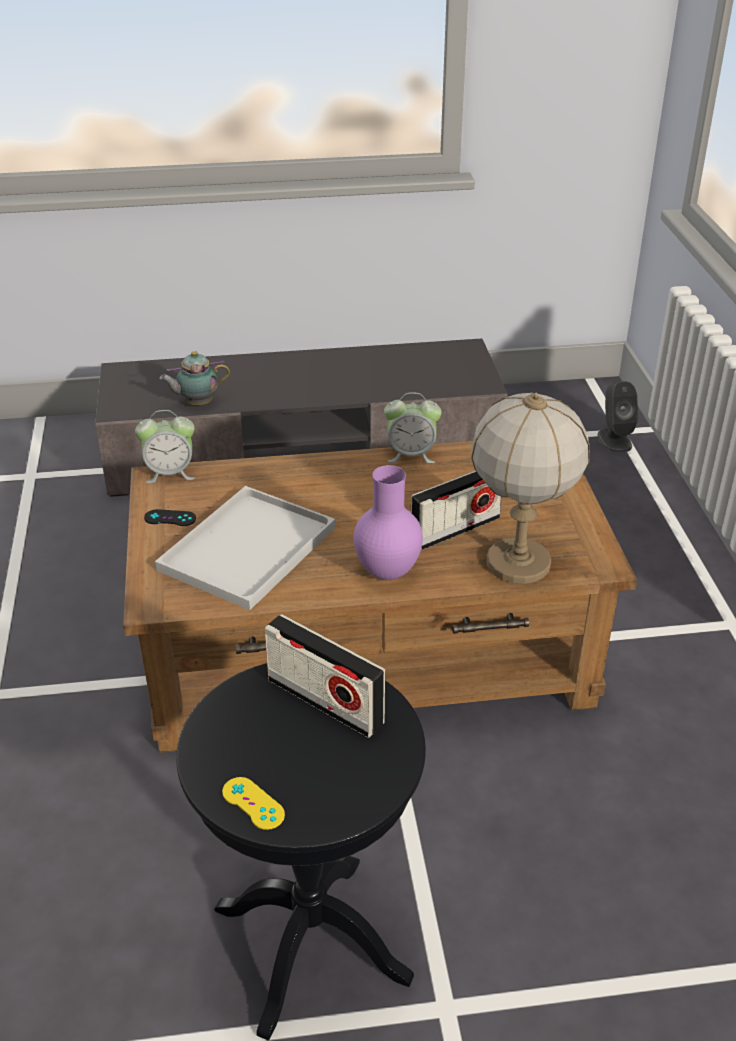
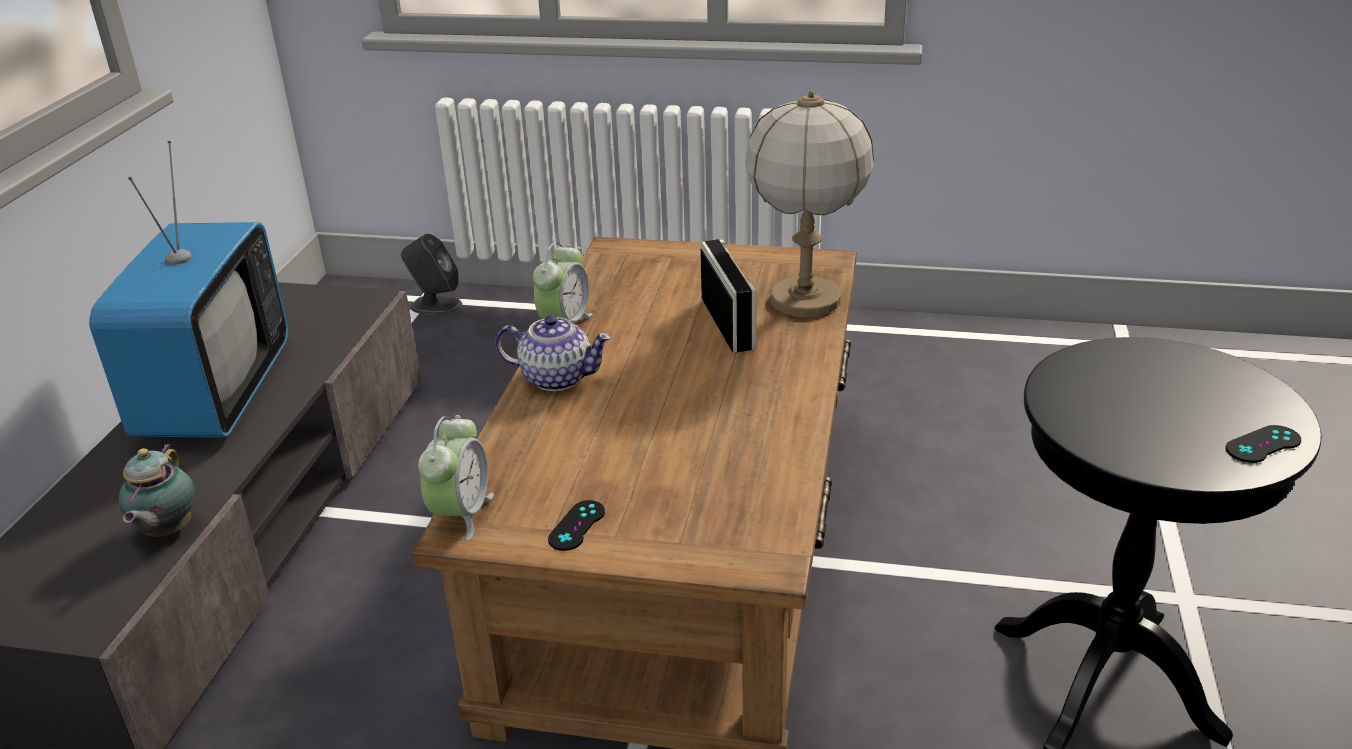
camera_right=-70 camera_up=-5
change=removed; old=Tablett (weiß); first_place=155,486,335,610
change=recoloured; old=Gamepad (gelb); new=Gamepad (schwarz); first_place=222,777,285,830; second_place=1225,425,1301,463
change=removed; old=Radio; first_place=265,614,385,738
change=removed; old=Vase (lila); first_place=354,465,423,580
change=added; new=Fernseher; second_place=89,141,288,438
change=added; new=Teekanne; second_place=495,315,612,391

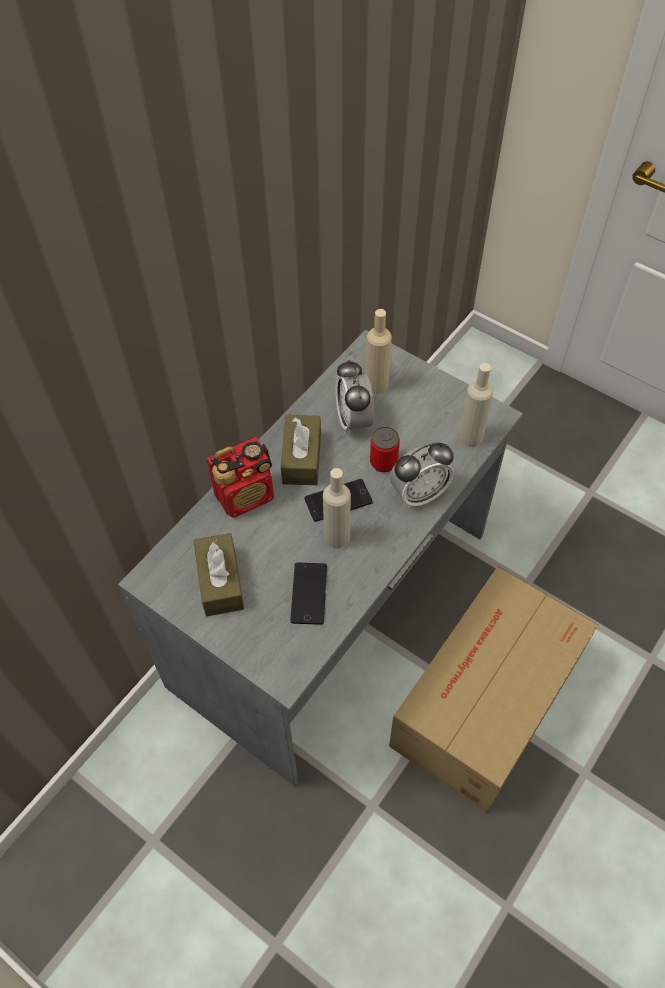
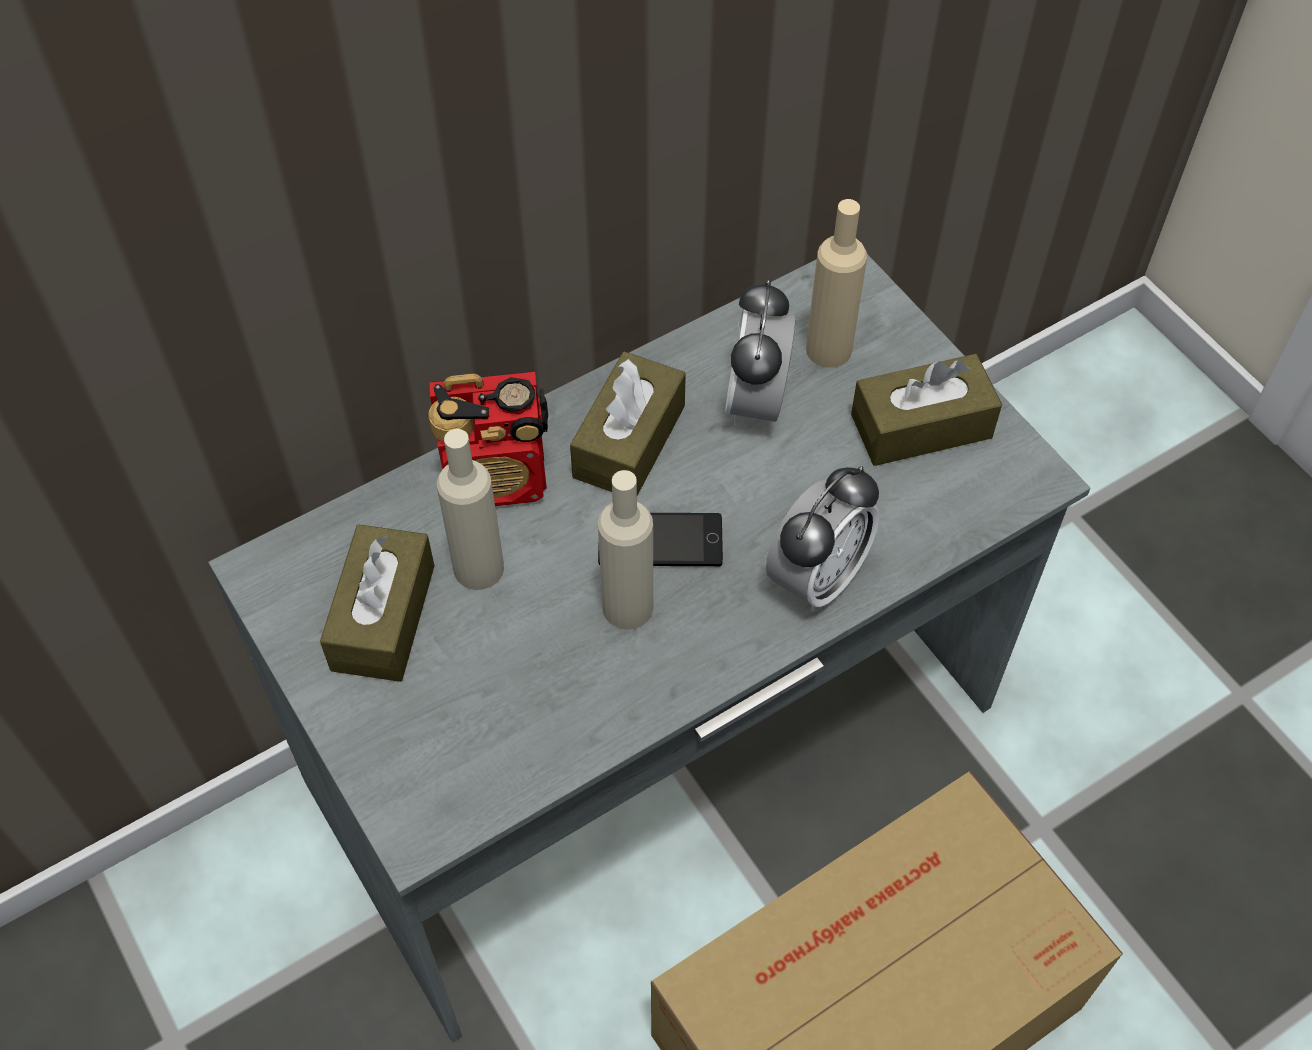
camera_right=20 camera_up=0
change=removed; old=Handy; first_place=290,563,327,625
change=removed; old=Dose; first_place=370,427,400,472
change=turned; old=Wecker; first_place=390,443,454,508; second_place=766,466,879,612; degrees=-45
change=moved; old=Flasche (beige); first_place=459,363,493,447; second_place=437,429,504,590
change=added; new=Taschentuchbox (braun); second_place=851,354,1002,466

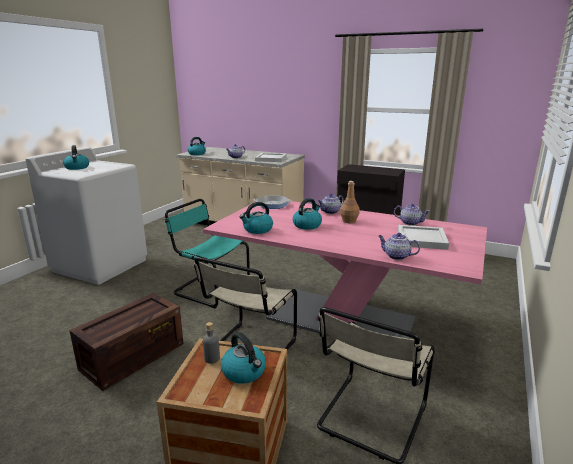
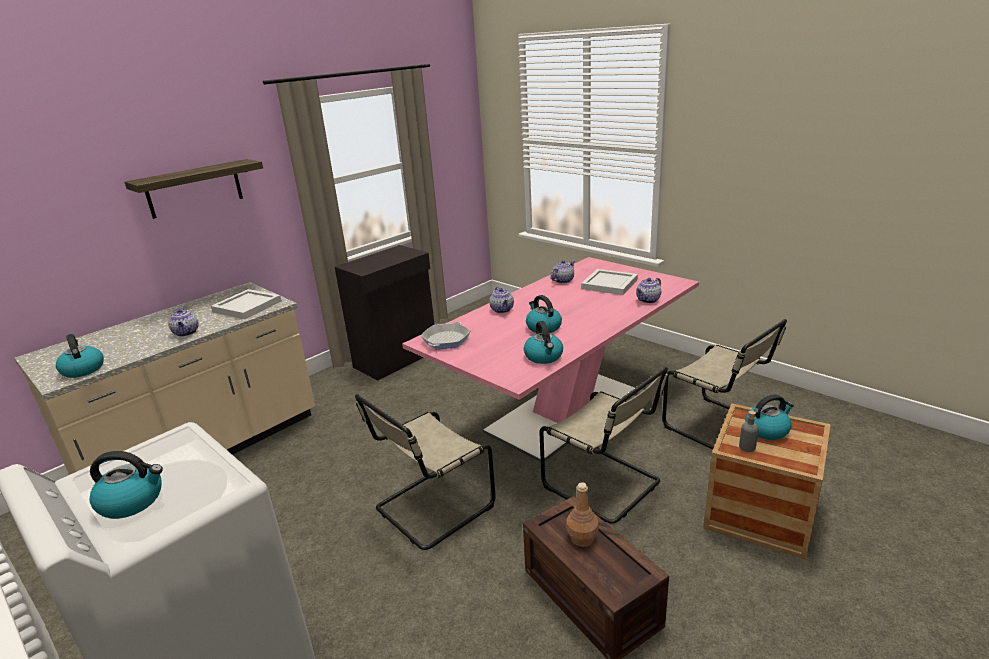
camera_right=-70 camera_up=5
change=recoloured; old=Stuhl (türkis); new=Stuhl (beige); first_place=165,199,250,308; second_place=355,394,496,550
change=moved; old=Flasche (braun); first_place=340,181,359,223; second_place=566,482,599,547
change=added; new=Wandregal; second_place=124,159,263,219

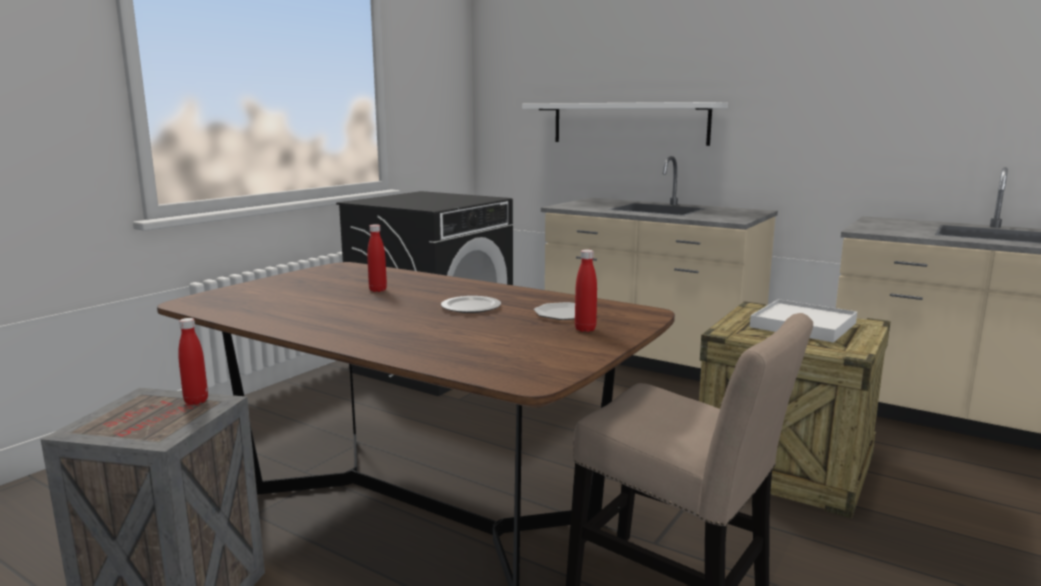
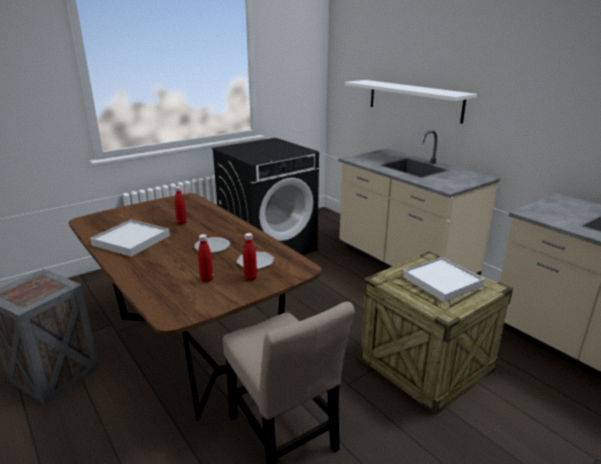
camera_right=20 camera_up=10
change=moved; old=Flasche (rot); first_place=178,318,208,405; second_place=198,234,213,282
change=added; new=Tablett (weiß); second_place=90,220,170,257

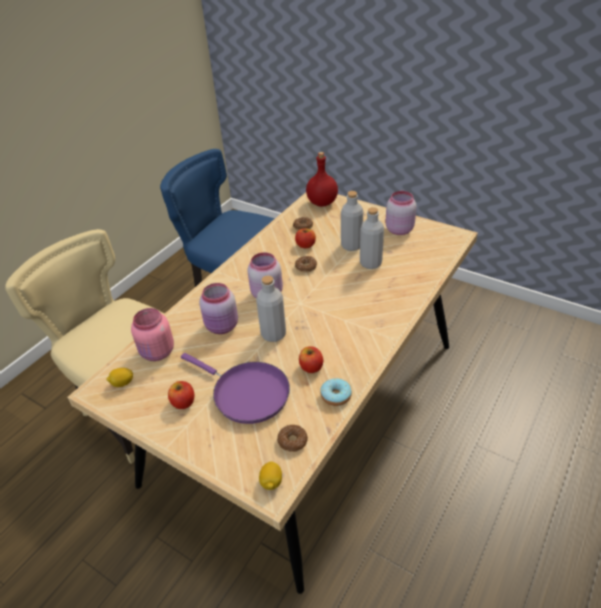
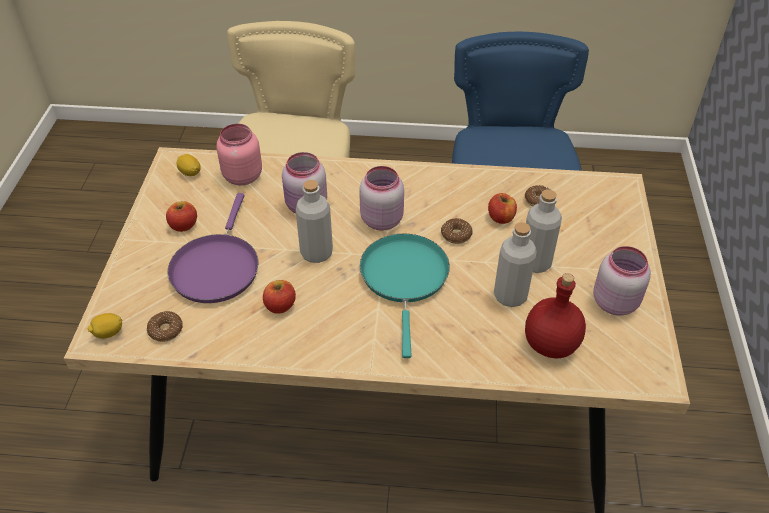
camera_right=60 camera_up=5
change=moved; old=Flasche (rot); first_place=306,152,338,207; second_place=525,273,586,358
change=removed; old=Donut; first_place=320,378,352,406
change=added; new=Pfanne (türkis); second_place=360,234,450,358

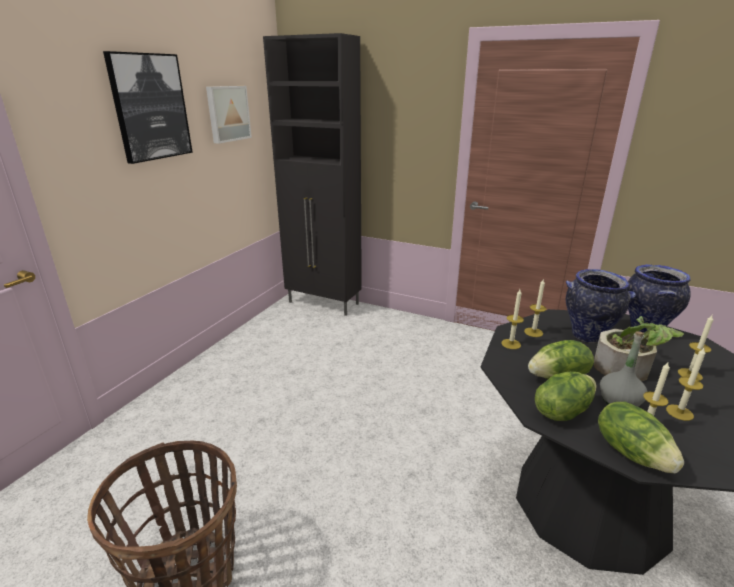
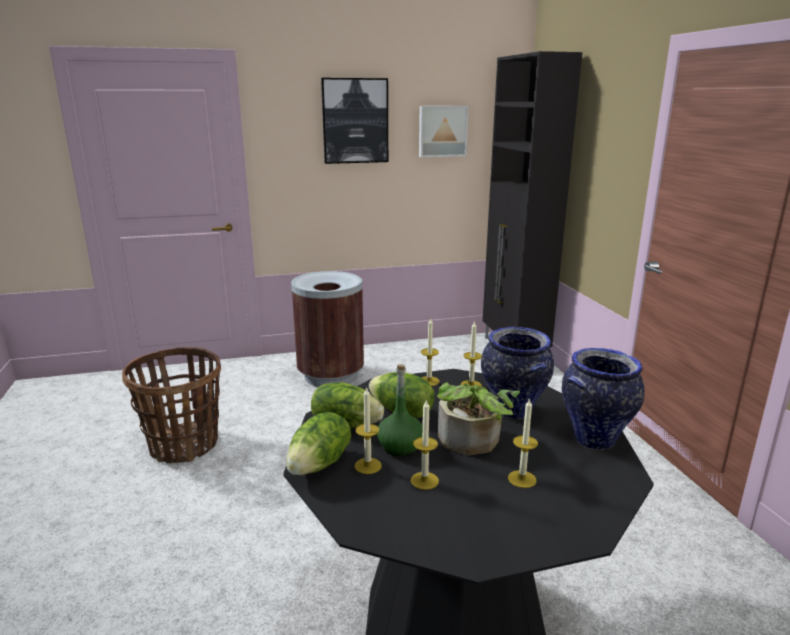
camera_right=50 camera_up=-5
change=recoloured; old=Flasche (grau); new=Flasche (grün); first_place=600,331,647,407; second_place=377,364,423,457
change=added; new=Mülleimer (braun); second_place=291,271,364,387

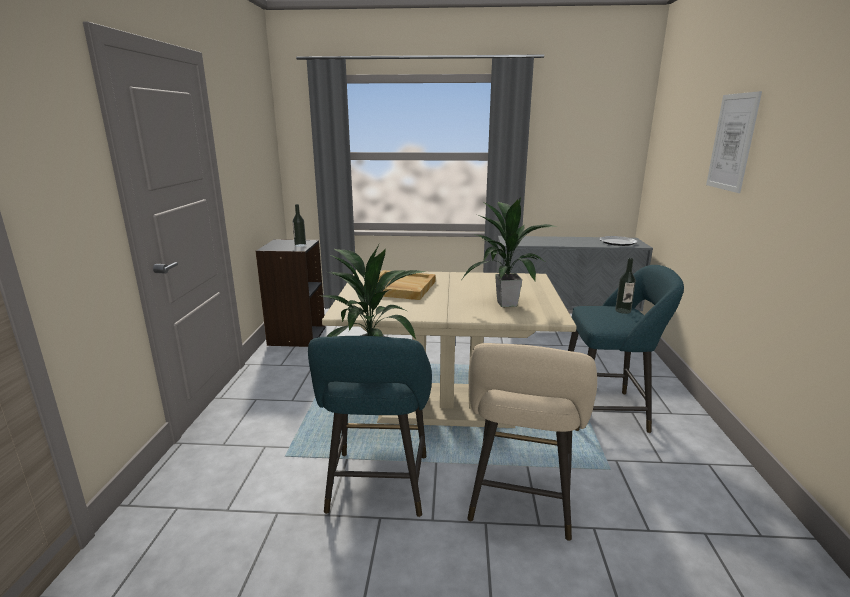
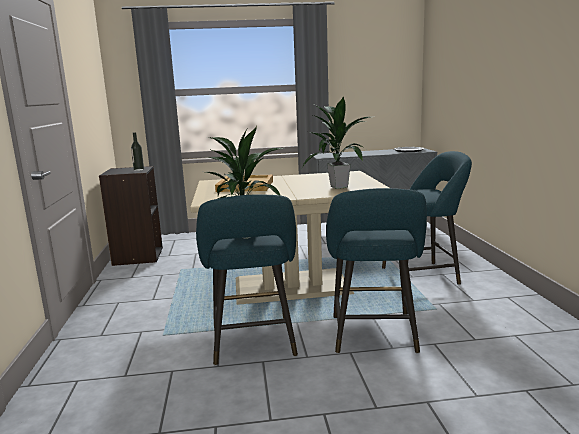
camera_right=-10 camera_up=-5
change=recoloured; old=Hocker (beige); new=Hocker (türkis); first_place=467,343,597,541; second_place=326,188,427,354
change=removed; old=Flasche; first_place=615,258,636,314
change=removed; old=Bild; first_place=706,91,762,193

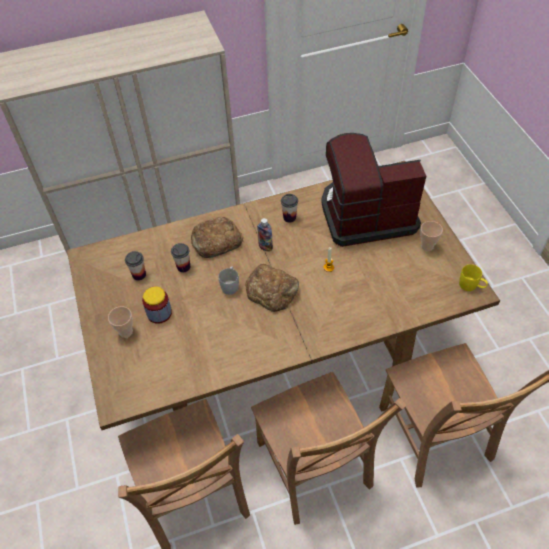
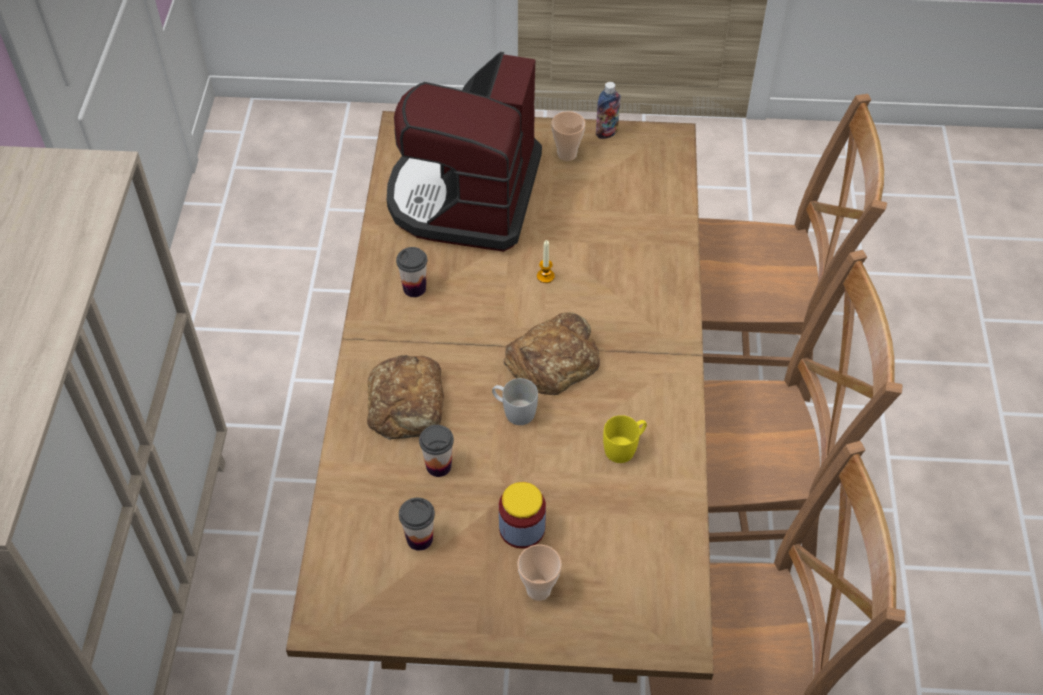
camera_right=-70 camera_up=0
change=moved; old=Flasche; first_place=257,218,273,252; second_place=596,82,621,139
change=moved; old=Henkelbecher (gelb); first_place=459,264,488,291; second_place=603,415,647,463

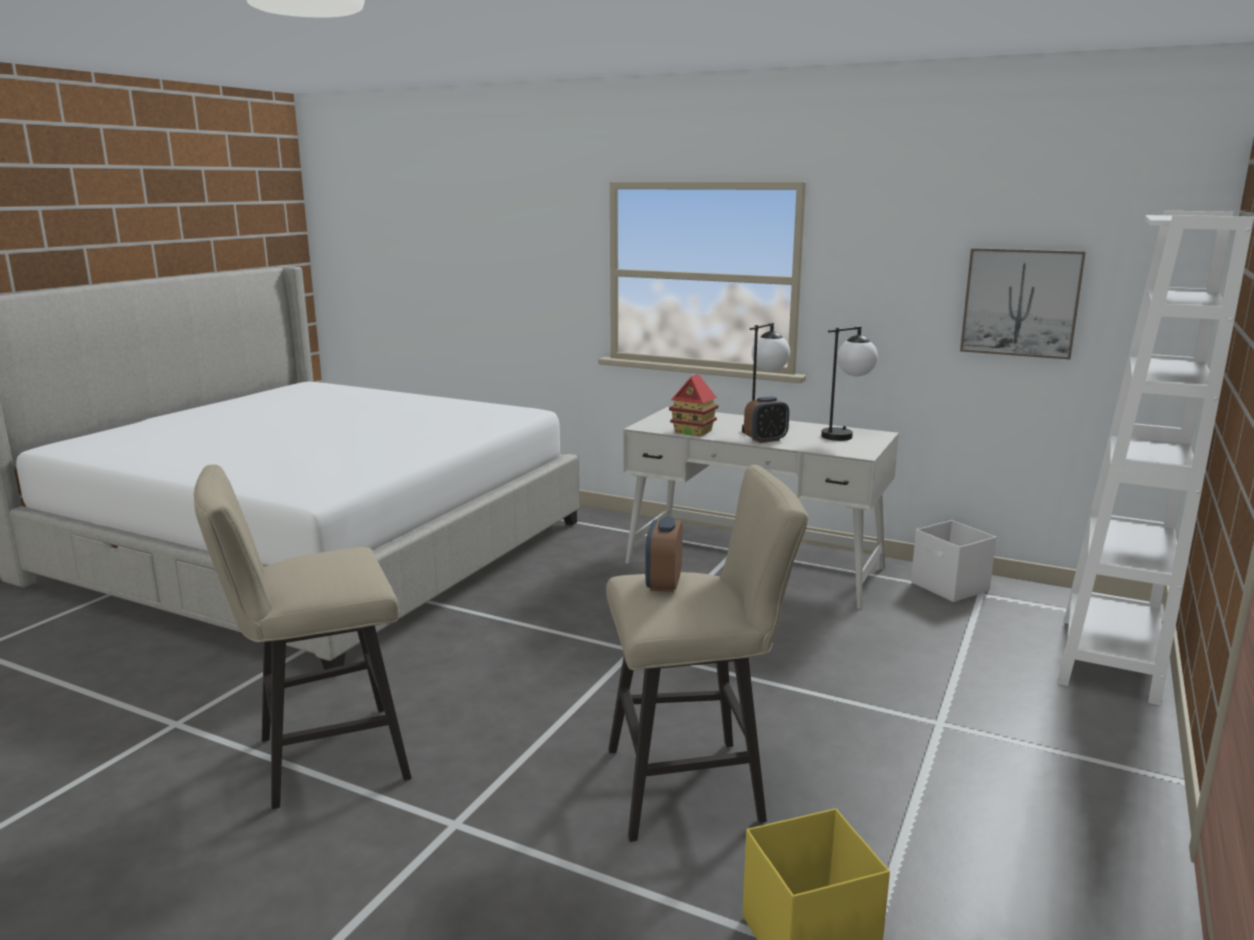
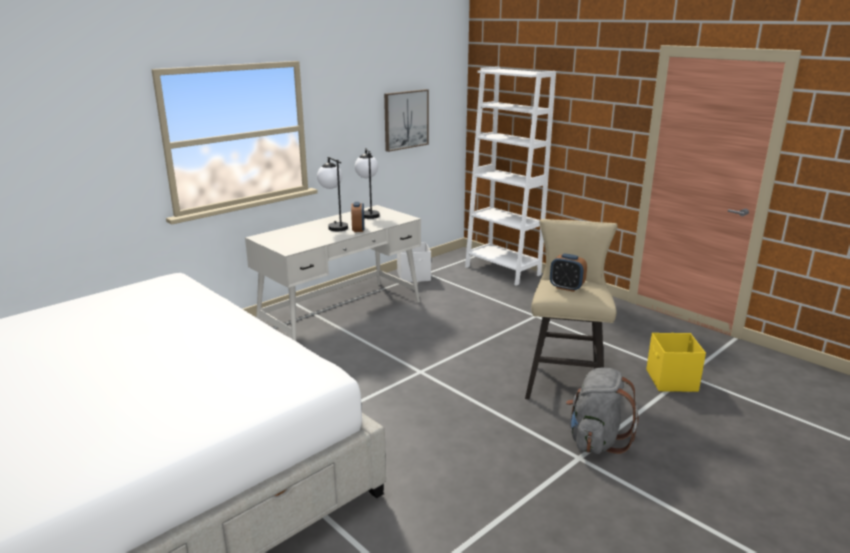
camera_right=-70 camera_up=5
change=removed; old=Hocker (beige); first_place=194,465,411,809
change=removed; old=Spielzeughaus; first_place=669,374,719,437
change=added; new=Rucksack (grau); second_place=566,367,639,454

